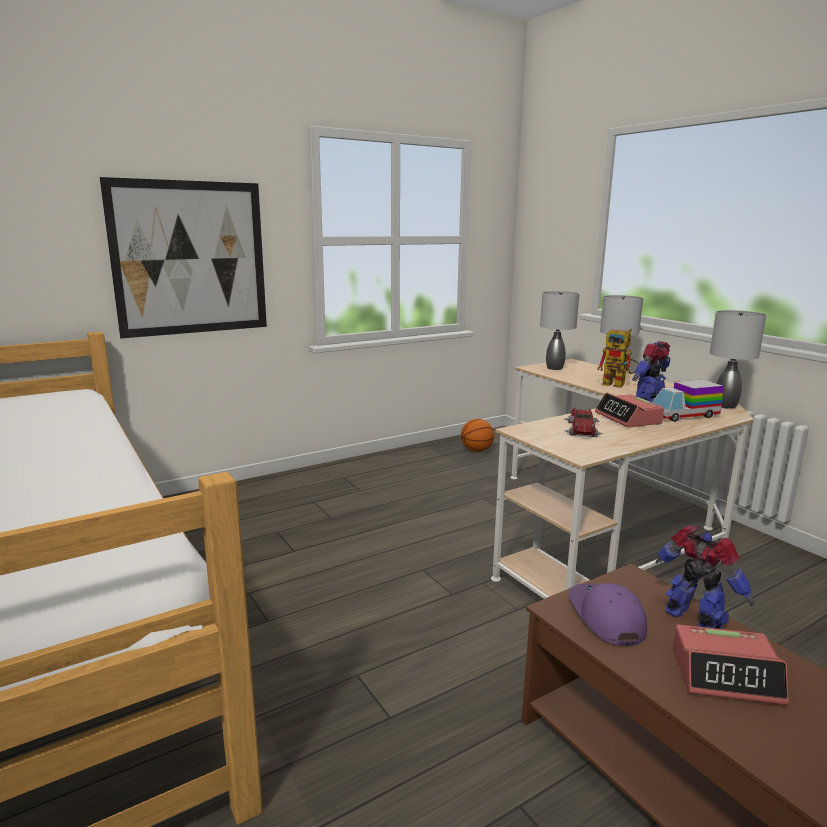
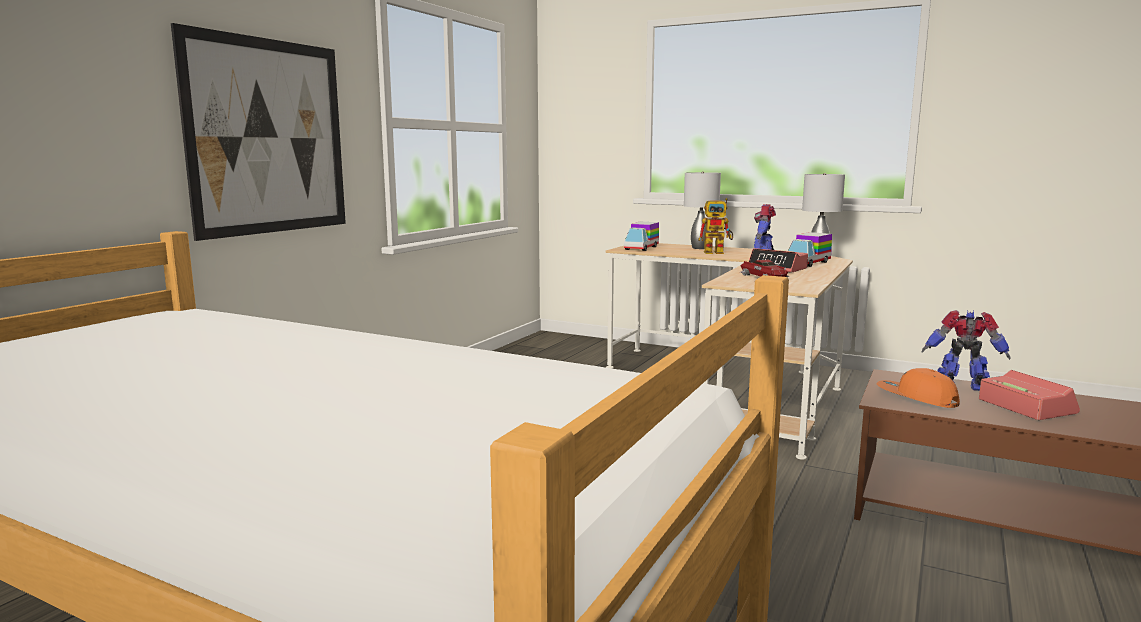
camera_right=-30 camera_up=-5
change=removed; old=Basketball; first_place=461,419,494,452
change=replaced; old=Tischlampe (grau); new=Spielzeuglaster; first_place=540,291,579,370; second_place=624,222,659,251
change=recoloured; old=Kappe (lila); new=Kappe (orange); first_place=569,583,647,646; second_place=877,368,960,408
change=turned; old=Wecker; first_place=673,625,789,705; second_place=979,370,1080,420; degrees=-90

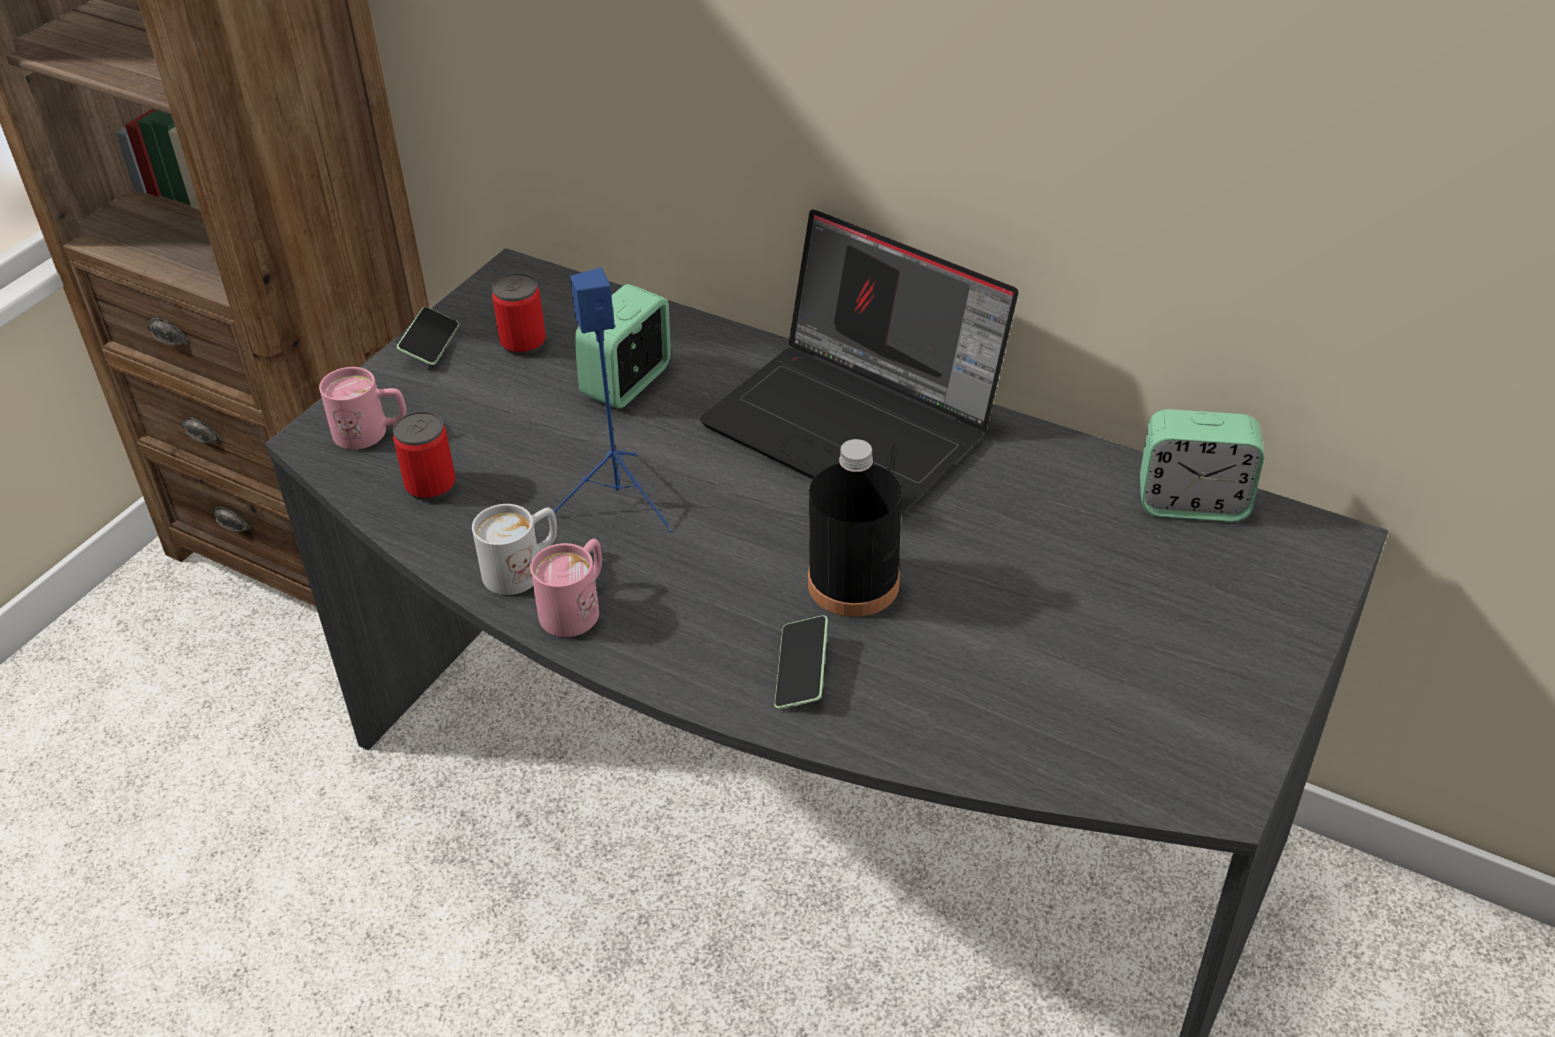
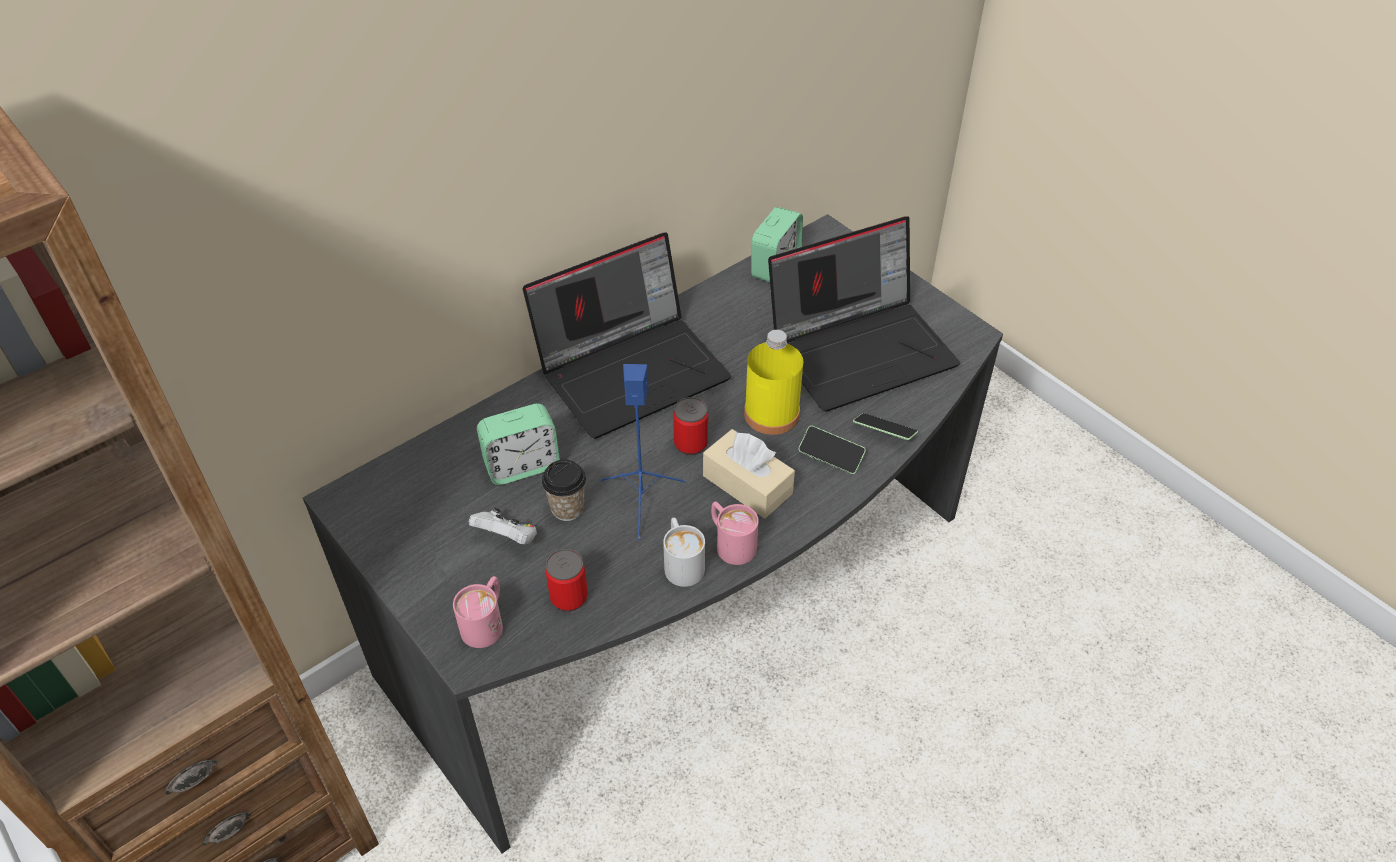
camera_right=-70 camera_up=5
change=moved; old=Handy; first_place=397,307,459,365; second_place=853,413,918,440
change=moved; old=Dose; first_place=492,273,546,355; second_place=673,397,708,455
change=turned; old=Wecker; first_place=575,284,671,409; second_place=477,404,560,485; degrees=-75
change=recoloured; old=Flasche (schwarz); new=Flasche (gelb); first_place=808,439,902,617; second_place=744,330,803,435
change=added; new=Gamepad (weiß); second_place=469,507,537,544
change=added; new=Tasse; second_place=542,459,586,521
change=added; new=Taschentuchbox (beige); second_place=703,429,795,519
change=added; new=Laptop; second_place=768,216,960,412

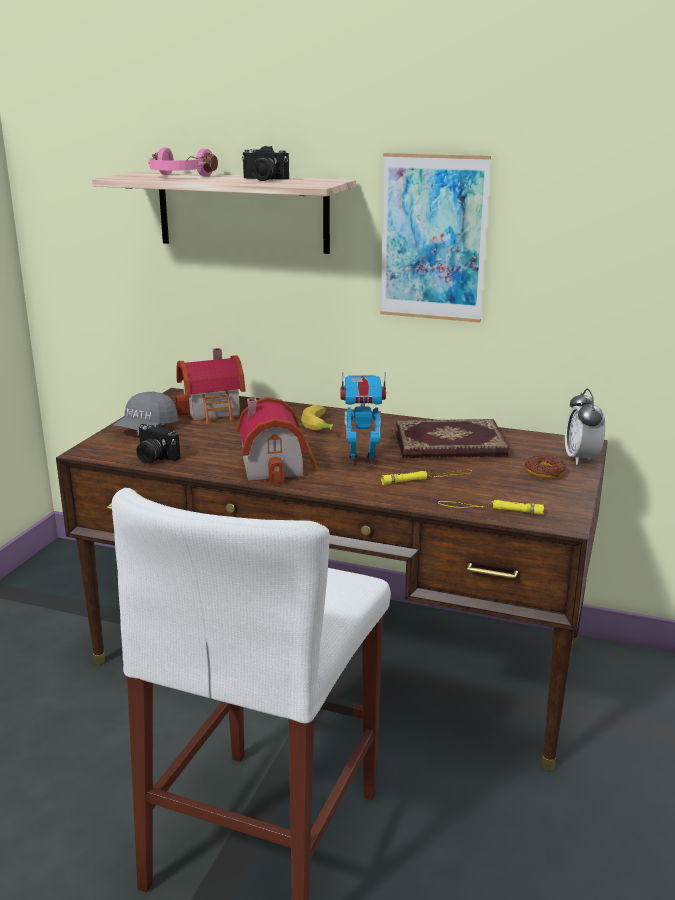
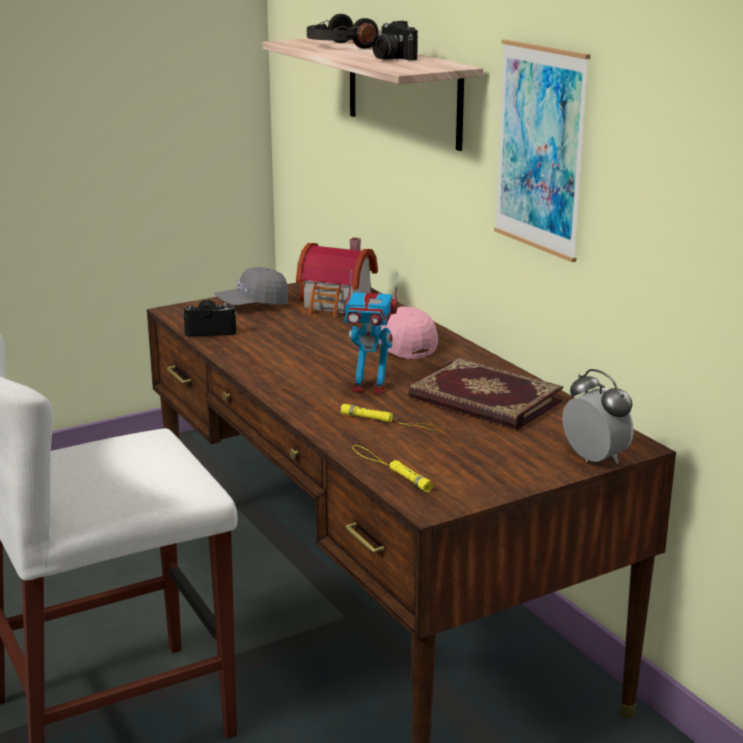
camera_right=40 camera_up=0
change=turned; old=Kamera; first_place=137,423,180,463; second_place=184,300,236,336; degrees=105
change=recoloured; old=Kopfhörer (rosa); new=Kopfhörer (schwarz); first_place=148,148,218,176; second_place=307,14,379,48
change=removed; old=Spielzeughaus; first_place=237,397,318,484
change=replaced; old=Banane; new=Kappe (rosa); first_place=301,405,333,430; second_place=379,306,438,360
change=turned; old=Spielzeugroboter; first_place=340,372,386,466; second_place=343,270,398,394; degrees=150
change=removed; old=Donut; first_place=525,455,566,478
change=turned; old=Wecker; first_place=565,389,605,465; second_place=562,369,634,464; degrees=105

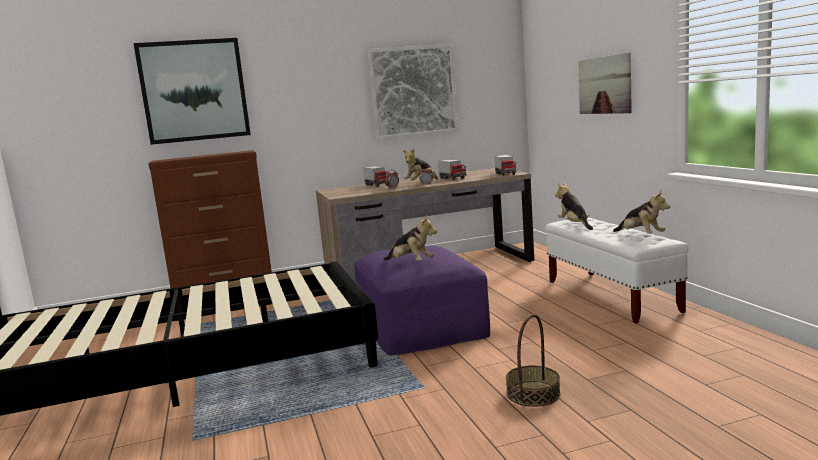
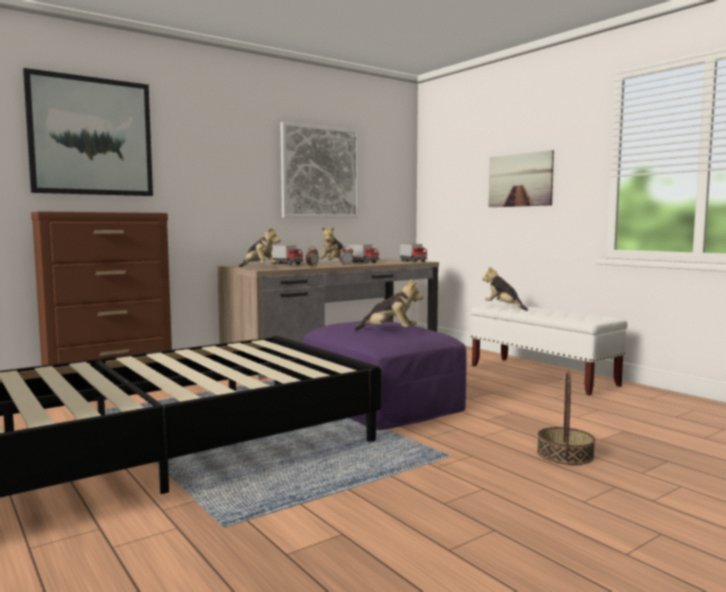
camera_right=-20 camera_up=-5
change=moved; old=Plüschtier; first_place=613,190,670,234; second_place=239,227,281,267

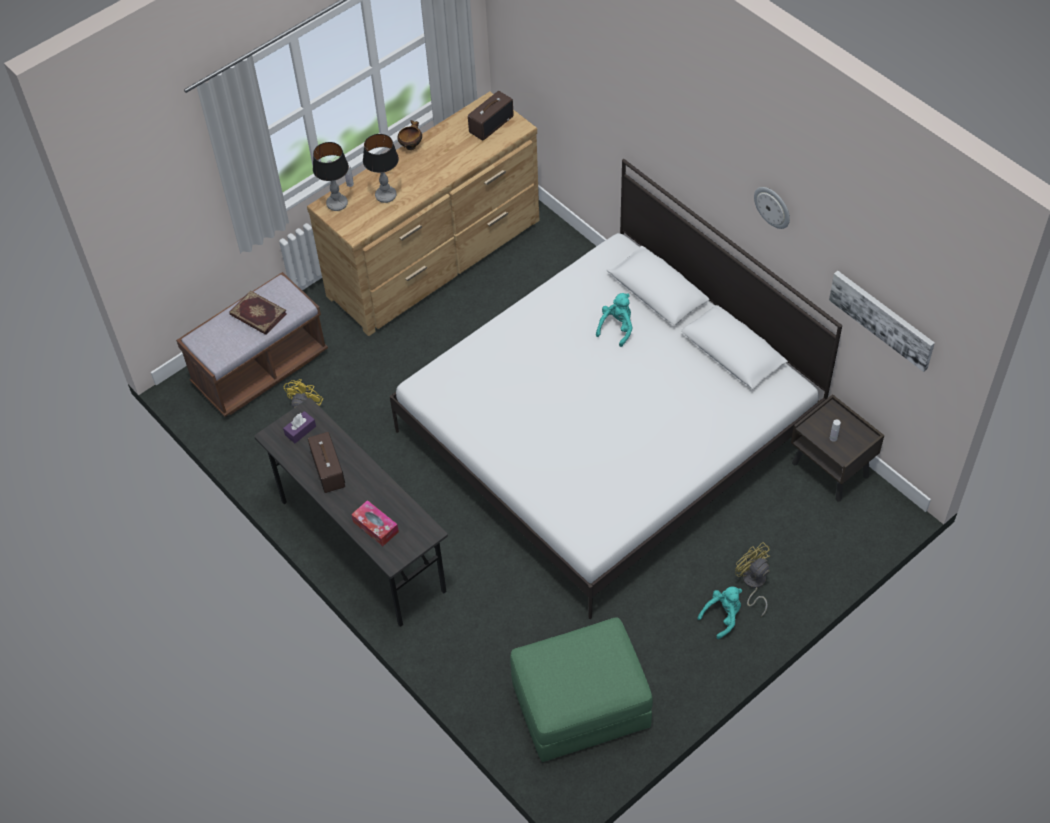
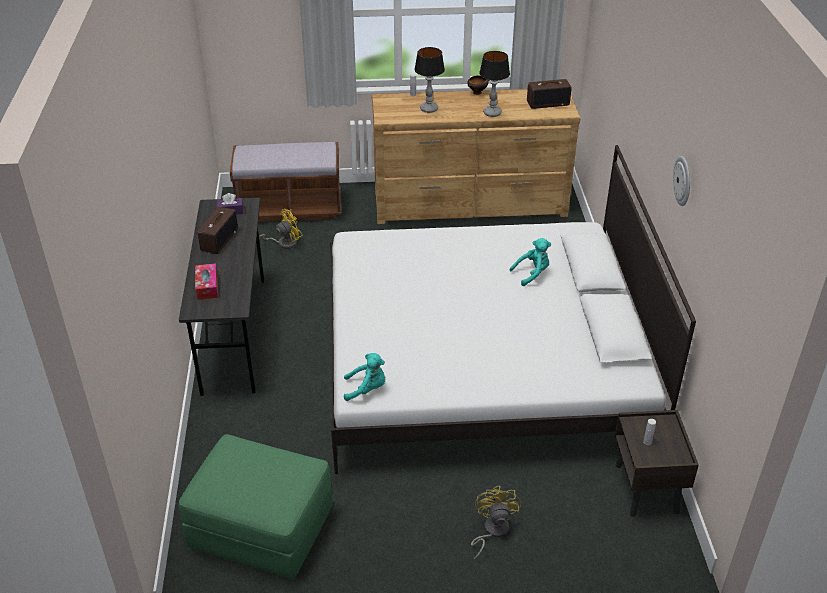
camera_right=35 camera_up=-15
change=removed; old=Buch; first_place=229,290,287,335
change=moved; old=Tischlampe; first_place=313,142,349,211; second_place=479,51,510,117
change=moved; old=Plüschtier (türkis); first_place=697,586,742,639; second_place=344,353,385,401
change=removed; old=Bild; first_place=829,271,935,372

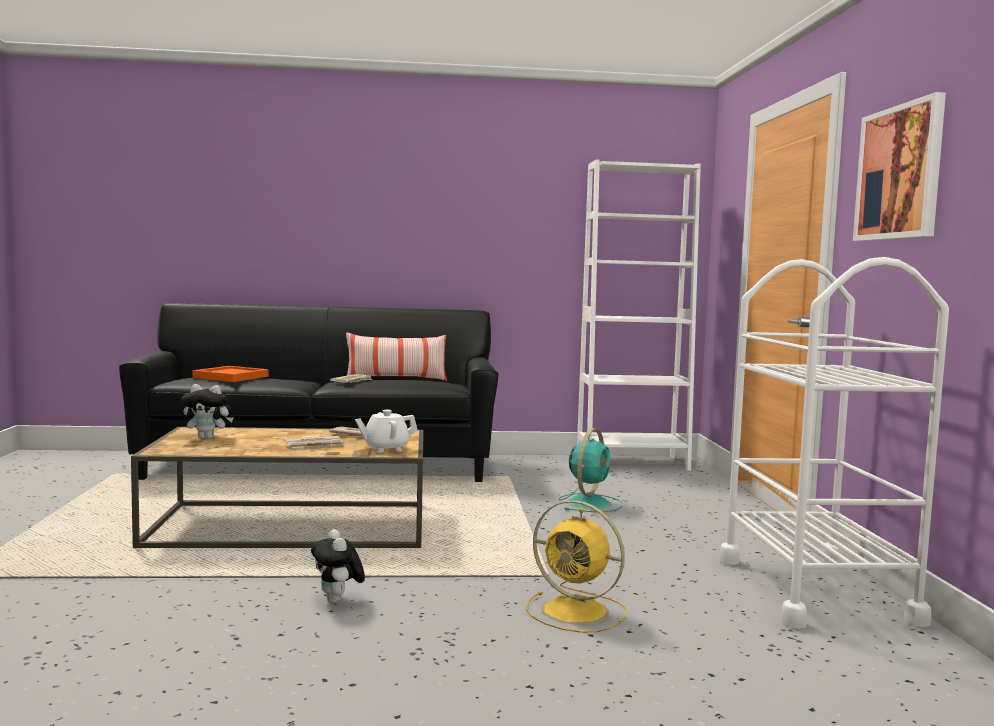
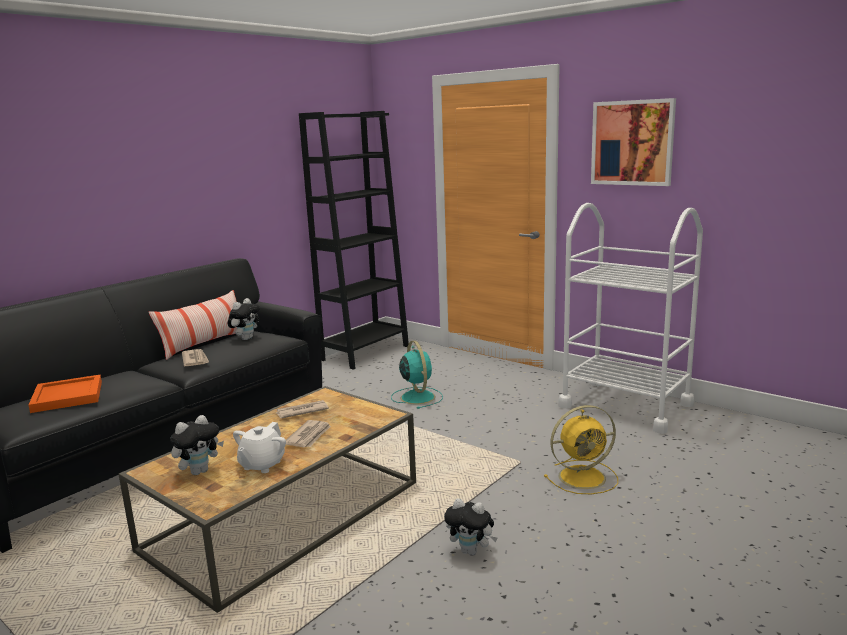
camera_right=-45 camera_up=10
change=moved; old=Teekanne (weiß); first_place=355,410,418,453; second_place=233,422,286,473
change=recoloured; old=Bücherregal (weiß); new=Bücherregal (schwarz); first_place=577,159,701,471; second_place=299,111,409,370
change=added; new=Plüschtier; second_place=228,298,260,340

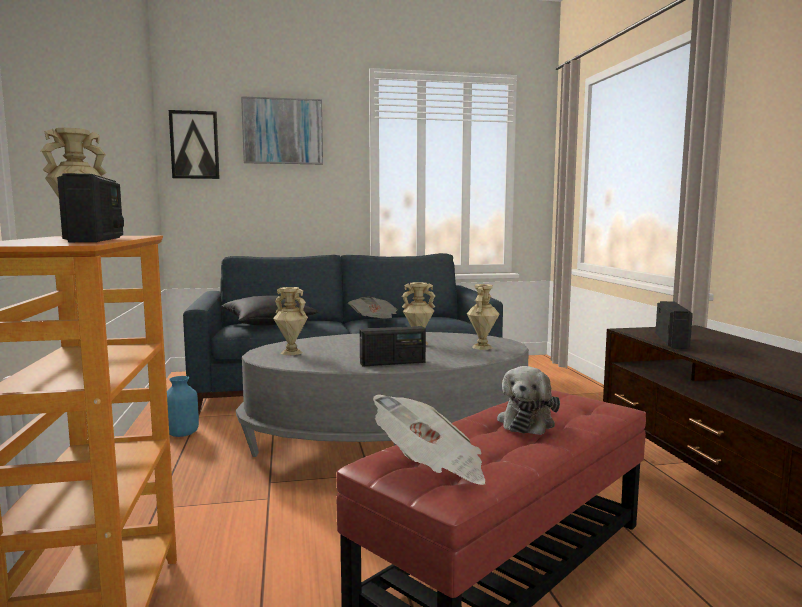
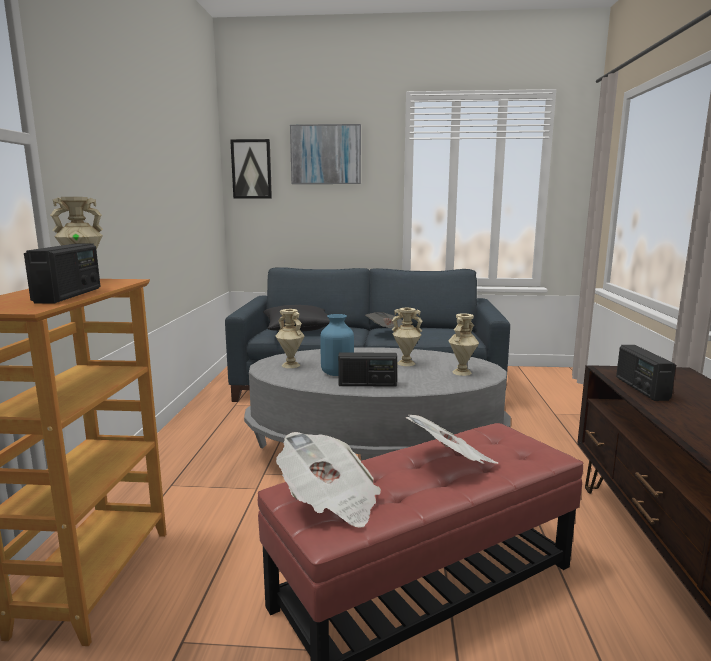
camera_right=15 camera_up=5
change=moved; old=Vase (blau); first_place=167,376,199,437; second_place=320,314,354,376
change=replaced; old=Plüschtier; new=Zeitung; first_place=497,366,560,435; second_place=405,415,498,464
change=turned; old=Radio; first_place=655,301,693,349; second_place=616,345,676,401; degrees=150

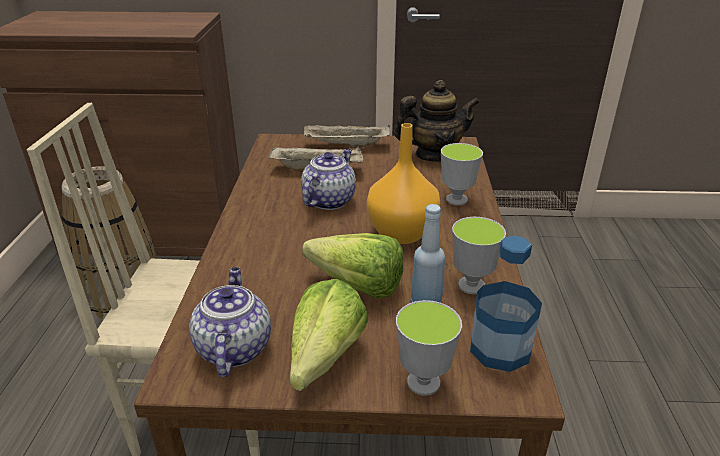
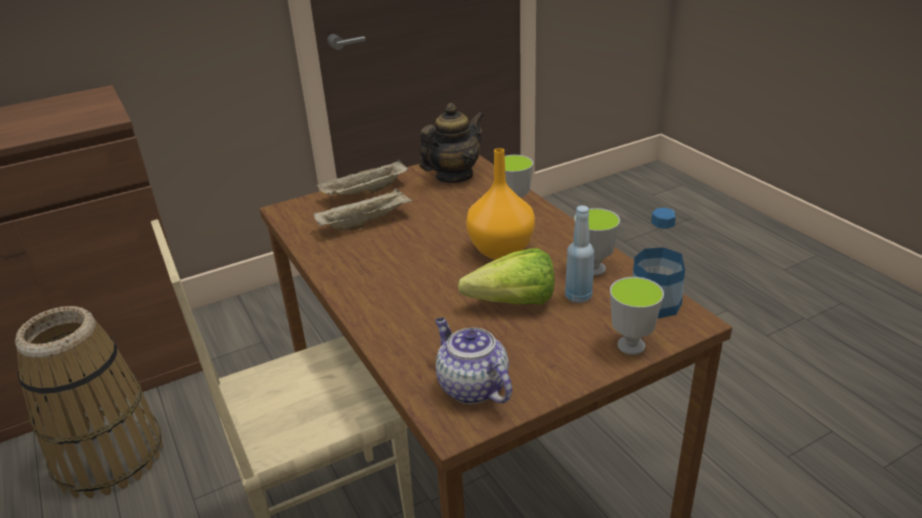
camera_right=-30 camera_up=0
change=removed; old=Salatkopf; first_place=290,279,368,391
change=removed; old=Teekanne; first_place=301,149,356,210

